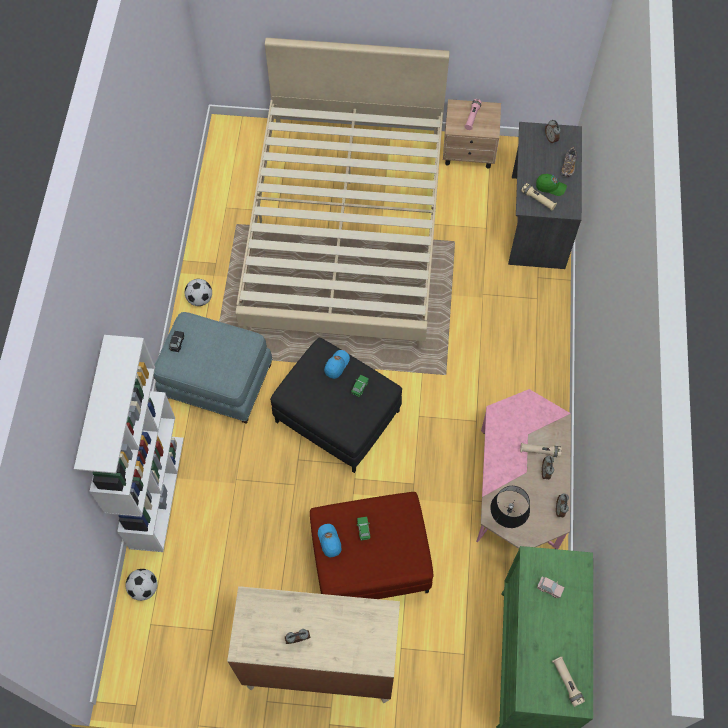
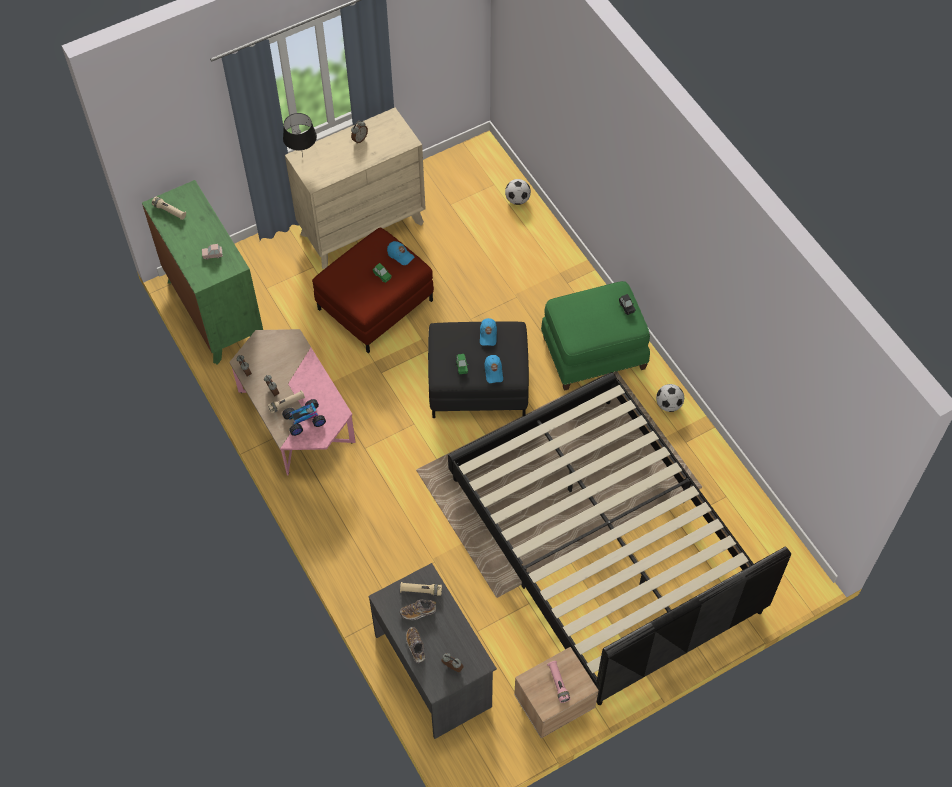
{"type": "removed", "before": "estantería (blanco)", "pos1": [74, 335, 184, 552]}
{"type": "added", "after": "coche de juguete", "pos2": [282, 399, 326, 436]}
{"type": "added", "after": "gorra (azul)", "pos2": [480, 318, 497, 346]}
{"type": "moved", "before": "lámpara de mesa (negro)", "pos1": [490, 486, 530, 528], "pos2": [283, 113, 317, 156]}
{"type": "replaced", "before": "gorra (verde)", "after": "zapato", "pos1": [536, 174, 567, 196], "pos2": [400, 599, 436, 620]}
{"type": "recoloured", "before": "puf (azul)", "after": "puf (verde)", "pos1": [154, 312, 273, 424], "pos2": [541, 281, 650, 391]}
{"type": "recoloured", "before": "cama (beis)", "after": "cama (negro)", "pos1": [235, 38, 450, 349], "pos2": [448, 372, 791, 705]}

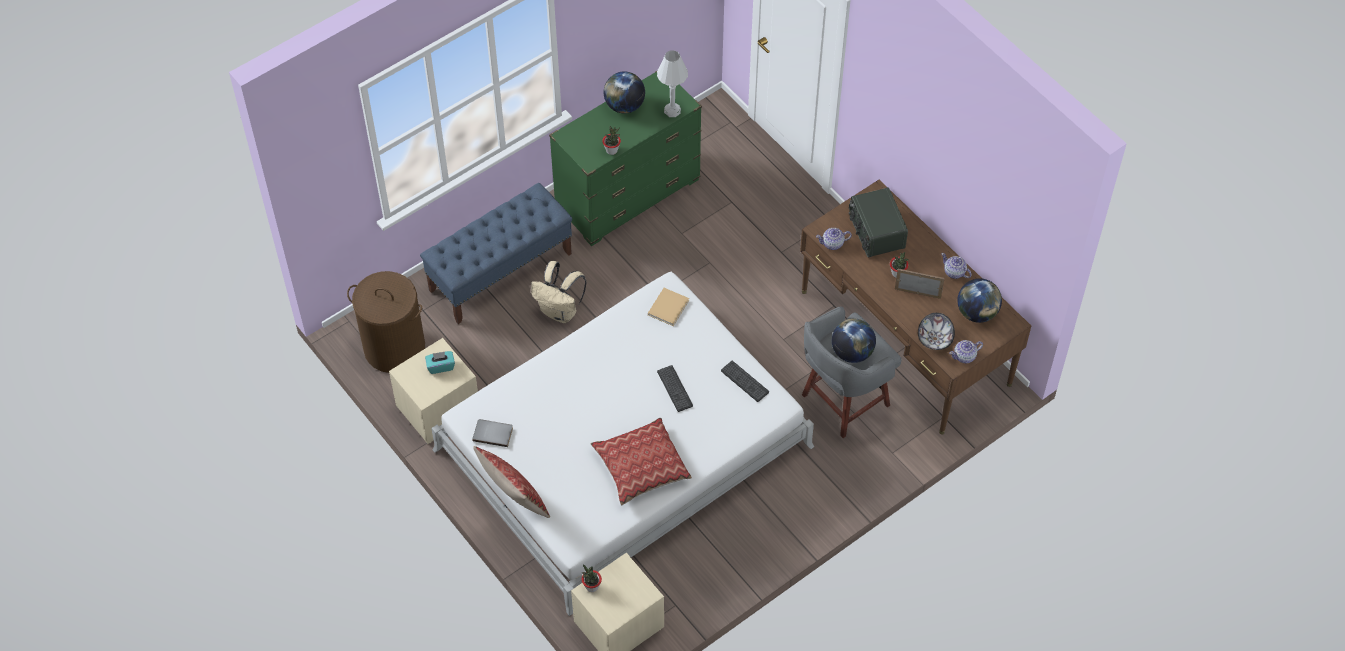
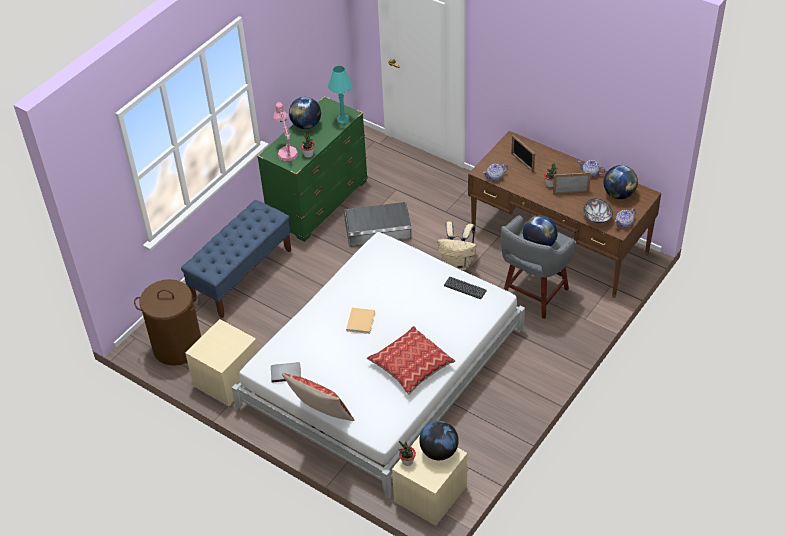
{"type": "removed", "before": "caja de pañuelos (turquesa)", "pos1": [425, 351, 455, 374]}
{"type": "removed", "before": "teclado", "pos1": [657, 365, 693, 412]}
{"type": "added", "after": "lámpara de mesa (rosa)", "pos2": [273, 102, 298, 161]}
{"type": "added", "after": "caja de almacenaje (gris)", "pos2": [344, 202, 412, 247]}
{"type": "added", "after": "globo terráqueo", "pos2": [419, 421, 459, 460]}
{"type": "moved", "before": "mochila (beis)", "pos1": [531, 261, 587, 323], "pos2": [438, 221, 476, 270]}
{"type": "moved", "before": "libro (beis)", "pos1": [648, 288, 689, 326], "pos2": [346, 308, 375, 334]}
{"type": "replaced", "before": "radio", "after": "portarretratos", "pos1": [849, 187, 908, 257], "pos2": [511, 134, 535, 172]}
{"type": "recoloured", "before": "lámpara de mesa (blanco)", "after": "lámpara de mesa (turquesa)", "pos1": [657, 50, 688, 117], "pos2": [328, 66, 352, 125]}

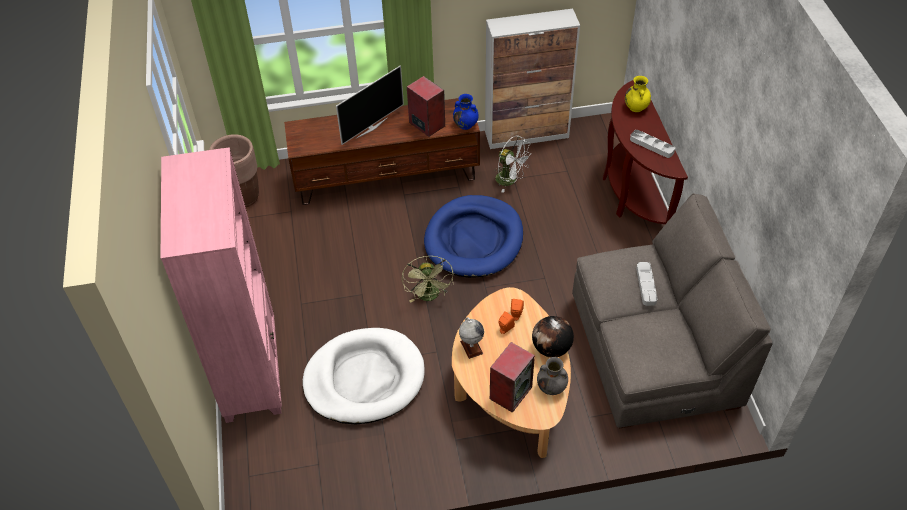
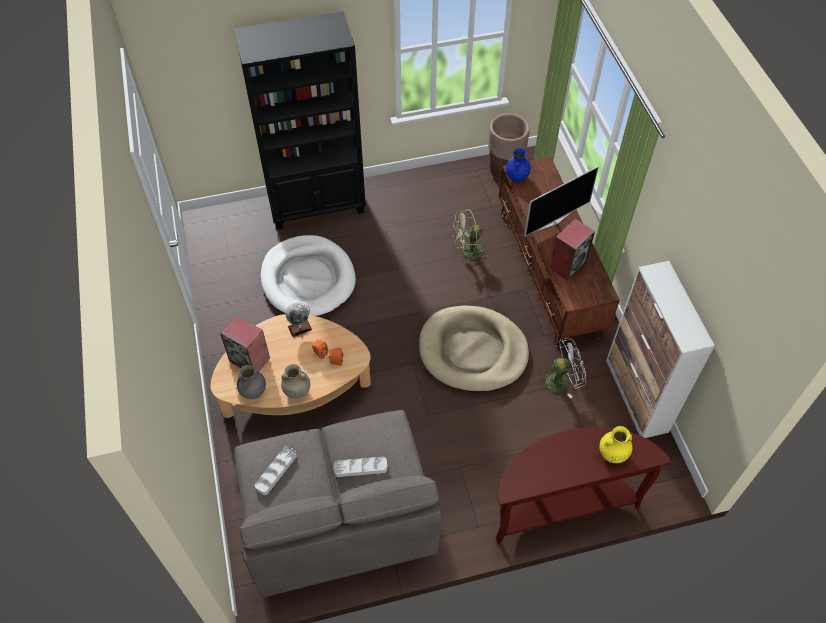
{"type": "moved", "before": "ventilador (verde)", "pos1": [402, 256, 453, 303], "pos2": [453, 209, 490, 265]}
{"type": "moved", "before": "florero (azul)", "pos1": [453, 94, 479, 130], "pos2": [506, 148, 531, 182]}
{"type": "moved", "before": "bandeja (gris)", "pos1": [630, 130, 675, 158], "pos2": [255, 446, 297, 495]}
{"type": "replaced", "before": "globo terráqueo", "after": "florero (beis)", "pos1": [532, 316, 574, 358], "pos2": [281, 364, 310, 399]}
{"type": "recoloured", "before": "estantería (rosa)", "after": "estantería (negro)", "pos1": [161, 147, 282, 423], "pos2": [234, 11, 366, 229]}
{"type": "recoloured", "before": "cama para perro (azul)", "after": "cama para perro (beis)", "pos1": [424, 195, 523, 278], "pos2": [419, 305, 529, 392]}
{"type": "turned", "before": "televisor", "pos1": [336, 65, 404, 145], "pos2": [524, 166, 599, 237], "turn": -75}
{"type": "turned", "before": "ventilador (blanco)", "pos1": [495, 135, 532, 193], "pos2": [538, 338, 586, 399], "turn": -135}

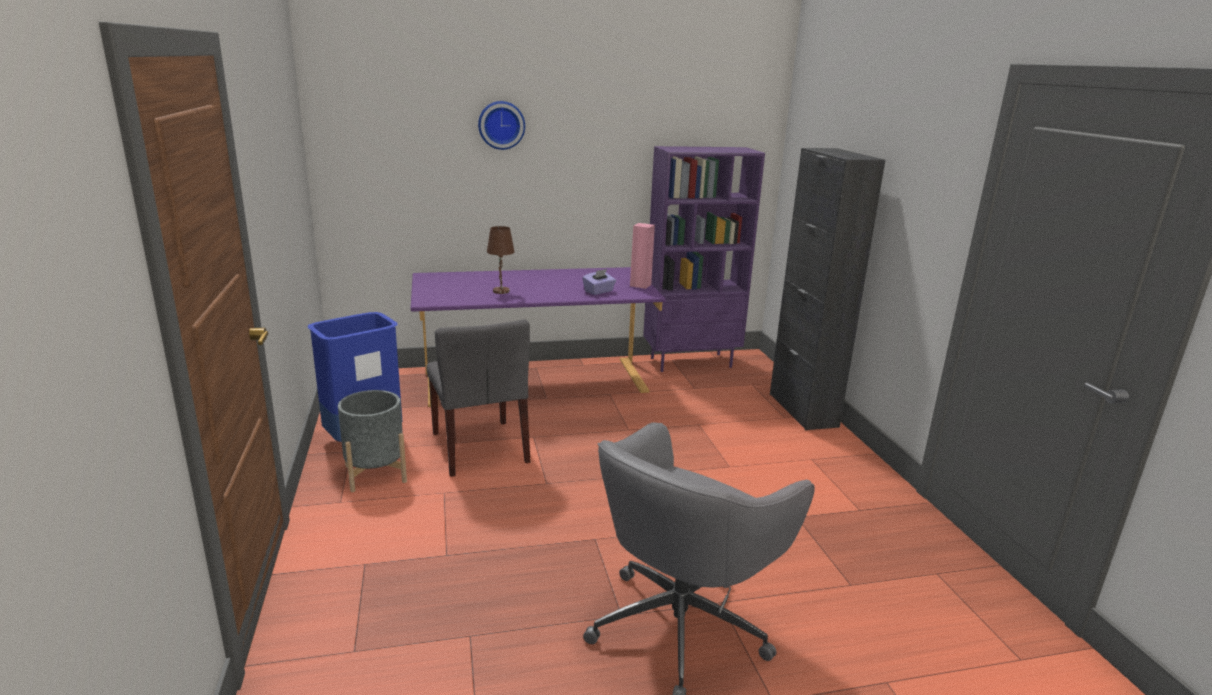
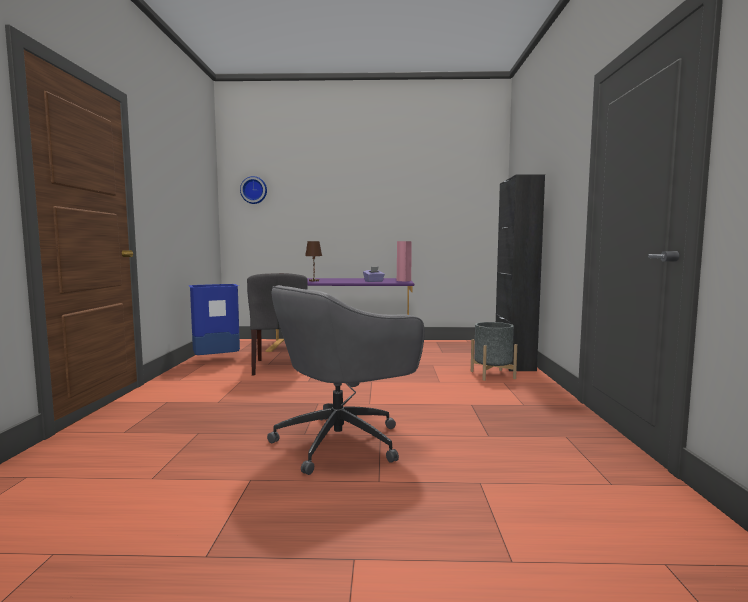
{"type": "removed", "before": "estantería (morado)", "pos1": [643, 146, 765, 372]}
{"type": "moved", "before": "maceta (gris)", "pos1": [338, 390, 407, 492], "pos2": [471, 322, 517, 381]}
{"type": "moved", "before": "reloj de pared", "pos1": [478, 101, 525, 150], "pos2": [240, 176, 267, 204]}

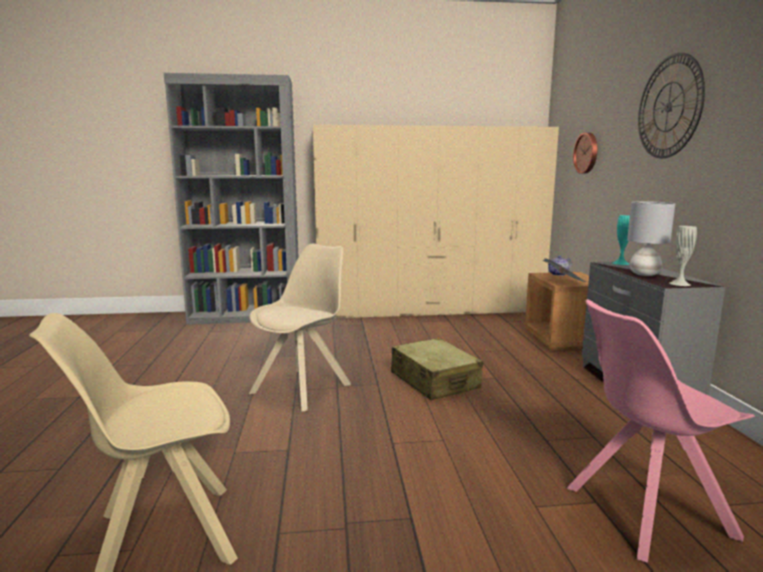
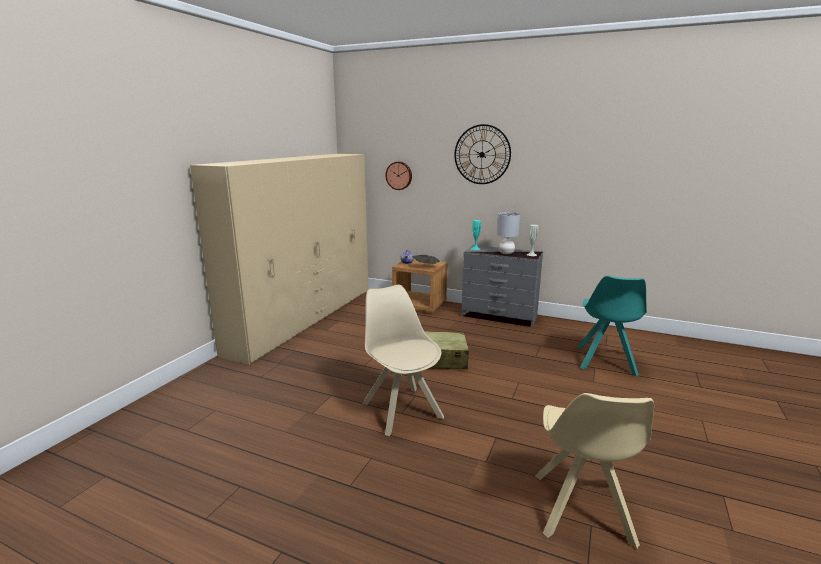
{"type": "removed", "before": "estantería (gris)", "pos1": [164, 73, 298, 325]}
{"type": "recoloured", "before": "silla (rosa)", "after": "silla (turquesa)", "pos1": [566, 299, 755, 563], "pos2": [578, 276, 647, 376]}

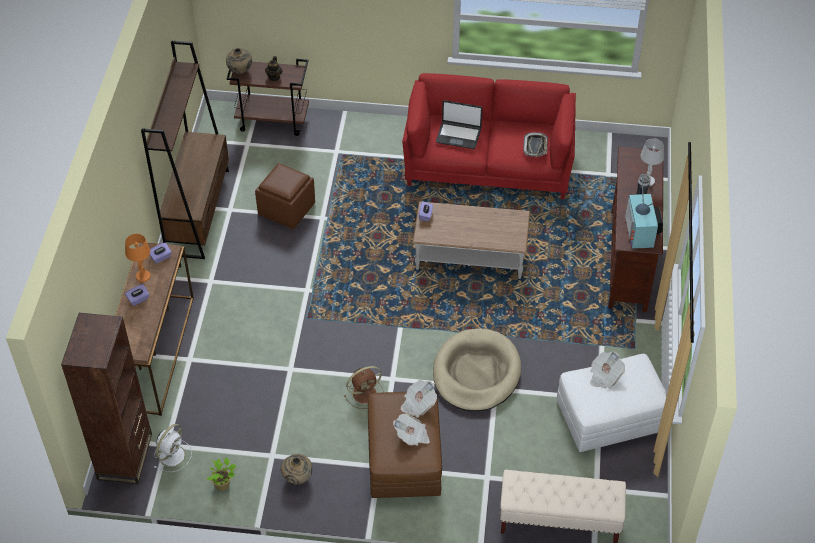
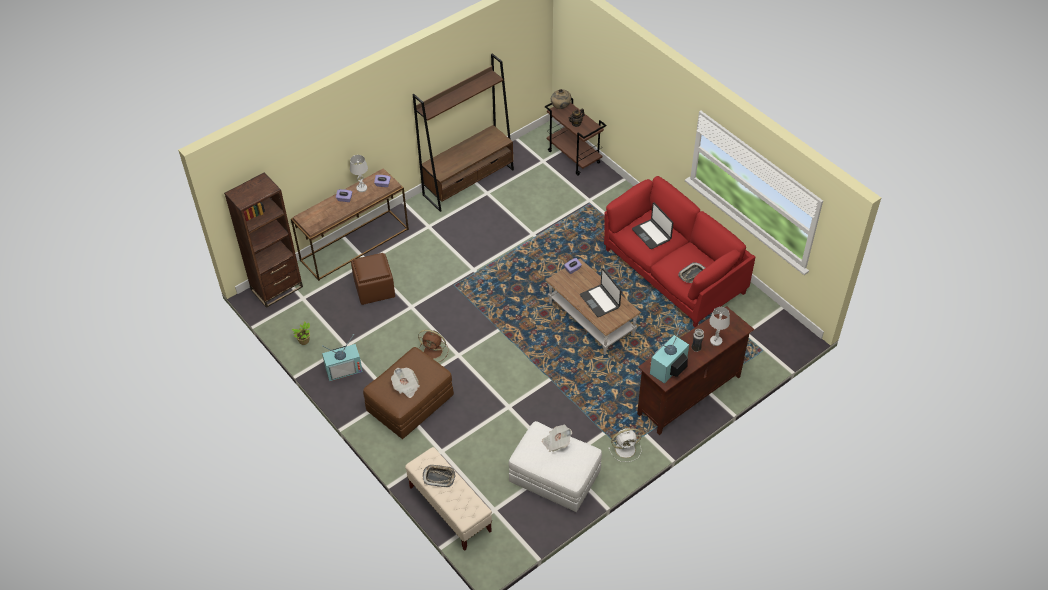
{"type": "removed", "before": "periódico", "pos1": [401, 380, 437, 418]}
{"type": "removed", "before": "cama para perro (beis)", "pos1": [433, 329, 521, 412]}
{"type": "added", "after": "bandeja", "pos2": [423, 465, 455, 487]}
{"type": "added", "after": "portátil", "pos2": [580, 268, 621, 317]}
{"type": "moved", "before": "ventilador (blanco)", "pos1": [154, 424, 192, 472], "pos2": [608, 428, 642, 462]}
{"type": "moved", "before": "puf (marrón)", "pos1": [255, 163, 315, 229], "pos2": [351, 253, 395, 305]}
{"type": "replaced", "before": "florero (beis)", "after": "televisor", "pos1": [281, 454, 312, 485], "pos2": [322, 334, 363, 382]}
{"type": "recoloured", "before": "lámpara de mesa (naranja)", "after": "lámpara de mesa (blanco)", "pos1": [125, 234, 151, 282], "pos2": [350, 155, 368, 192]}

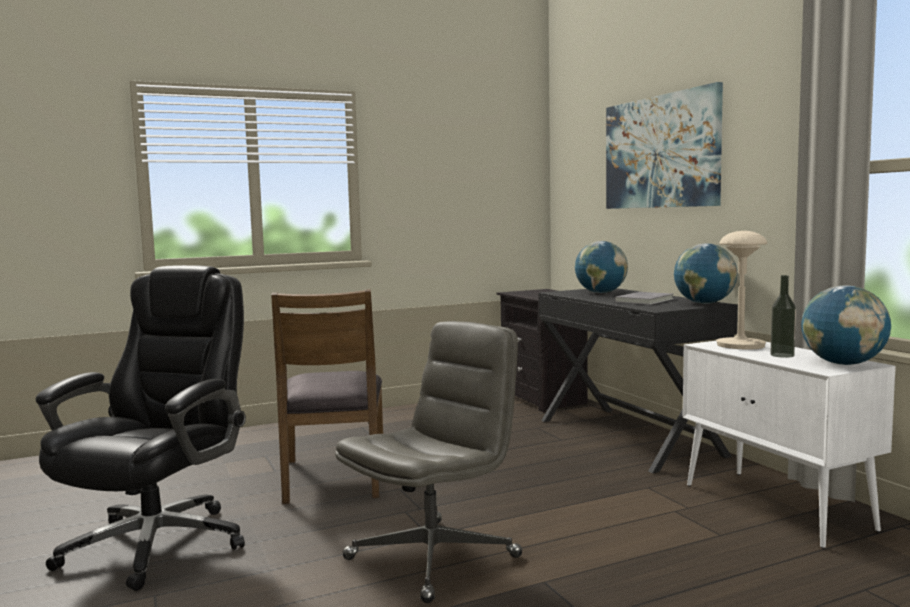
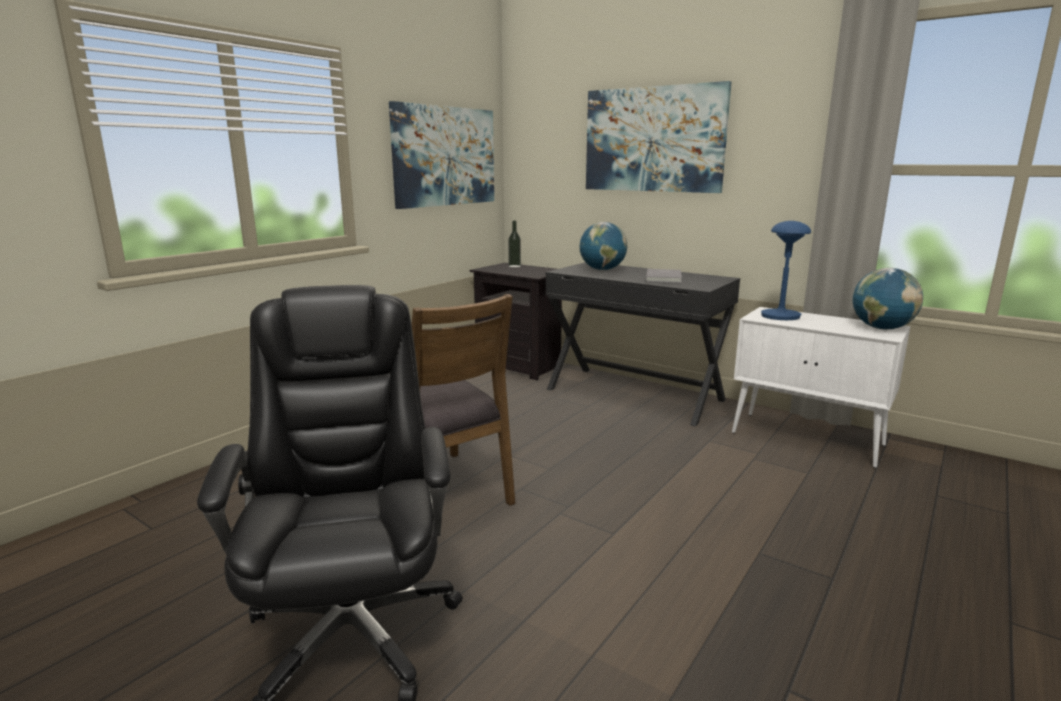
{"type": "removed", "before": "silla de oficina (gris)", "pos1": [335, 321, 523, 603]}
{"type": "removed", "before": "globo terráqueo", "pos1": [674, 243, 737, 304]}
{"type": "added", "after": "cuadro", "pos2": [389, 101, 494, 209]}
{"type": "moved", "before": "botella", "pos1": [770, 275, 796, 358], "pos2": [508, 221, 521, 267]}
{"type": "recoloured", "before": "lámpara de mesa (beis)", "after": "lámpara de mesa (azul)", "pos1": [716, 231, 767, 349], "pos2": [761, 221, 811, 320]}

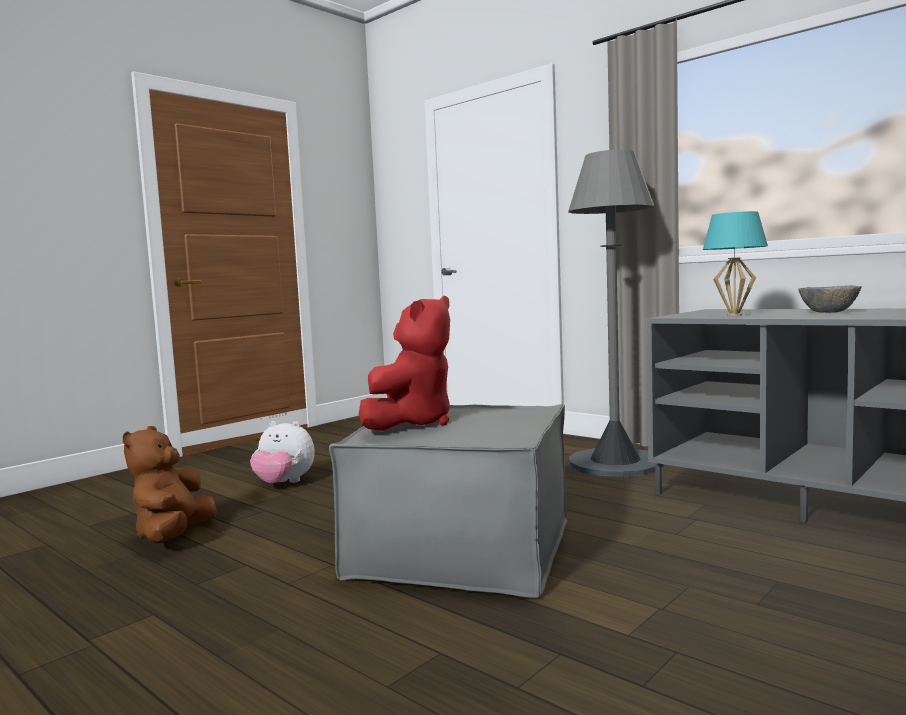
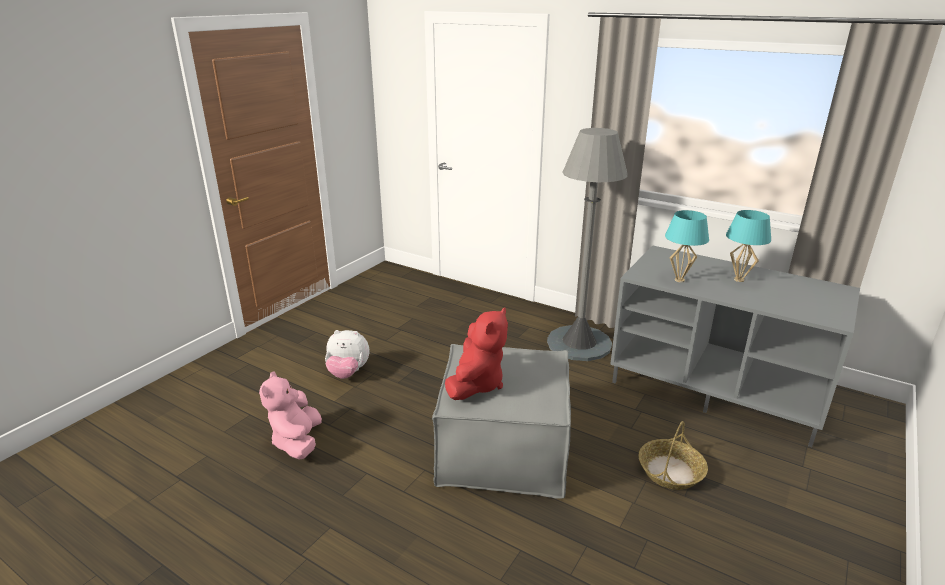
{"type": "added", "after": "cesta", "pos2": [638, 421, 708, 490]}
{"type": "replaced", "before": "cuenco (gris)", "after": "lámpara de mesa (turquesa)", "pos1": [798, 285, 862, 313], "pos2": [726, 210, 771, 282]}
{"type": "recoloured", "before": "peluche (marrón)", "after": "peluche (rosa)", "pos1": [123, 426, 217, 542], "pos2": [259, 371, 322, 460]}

